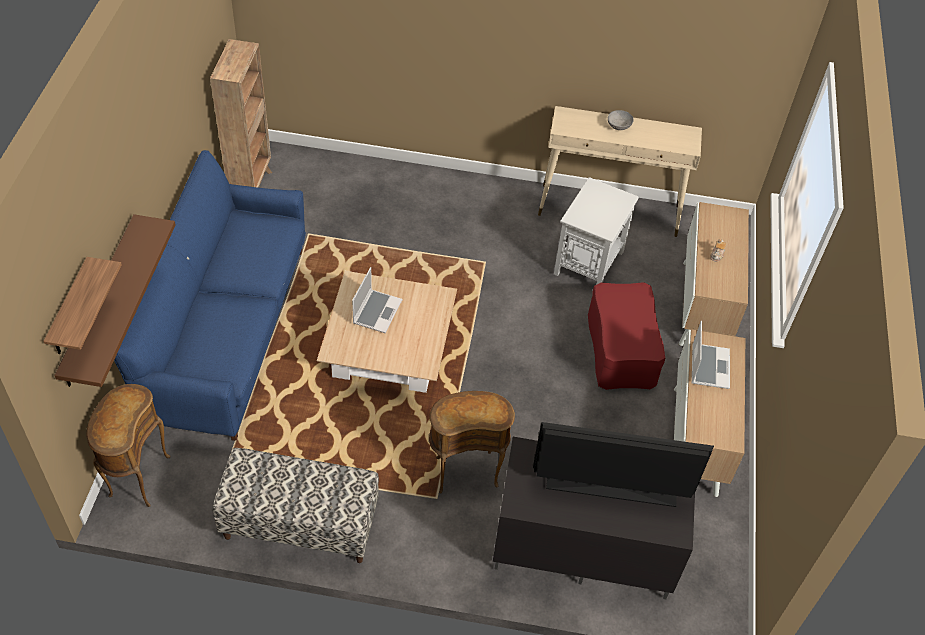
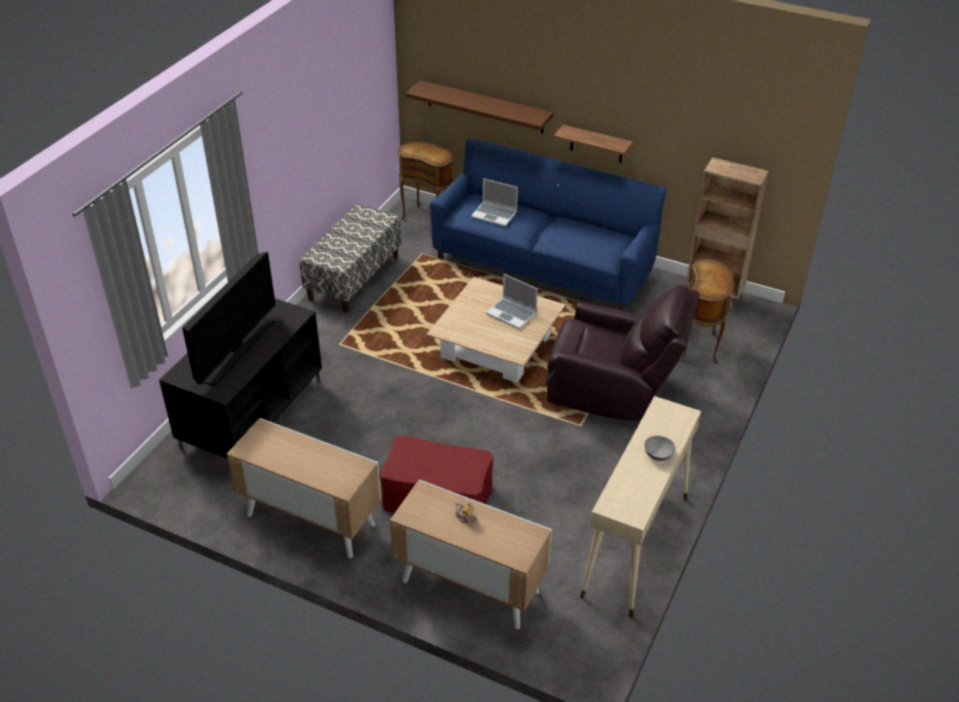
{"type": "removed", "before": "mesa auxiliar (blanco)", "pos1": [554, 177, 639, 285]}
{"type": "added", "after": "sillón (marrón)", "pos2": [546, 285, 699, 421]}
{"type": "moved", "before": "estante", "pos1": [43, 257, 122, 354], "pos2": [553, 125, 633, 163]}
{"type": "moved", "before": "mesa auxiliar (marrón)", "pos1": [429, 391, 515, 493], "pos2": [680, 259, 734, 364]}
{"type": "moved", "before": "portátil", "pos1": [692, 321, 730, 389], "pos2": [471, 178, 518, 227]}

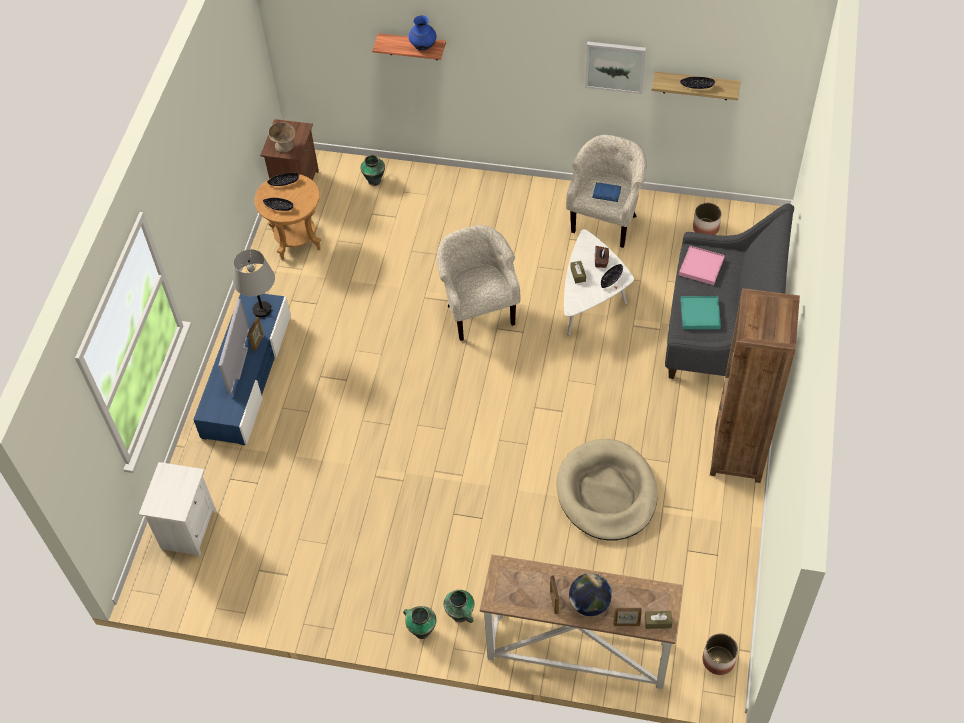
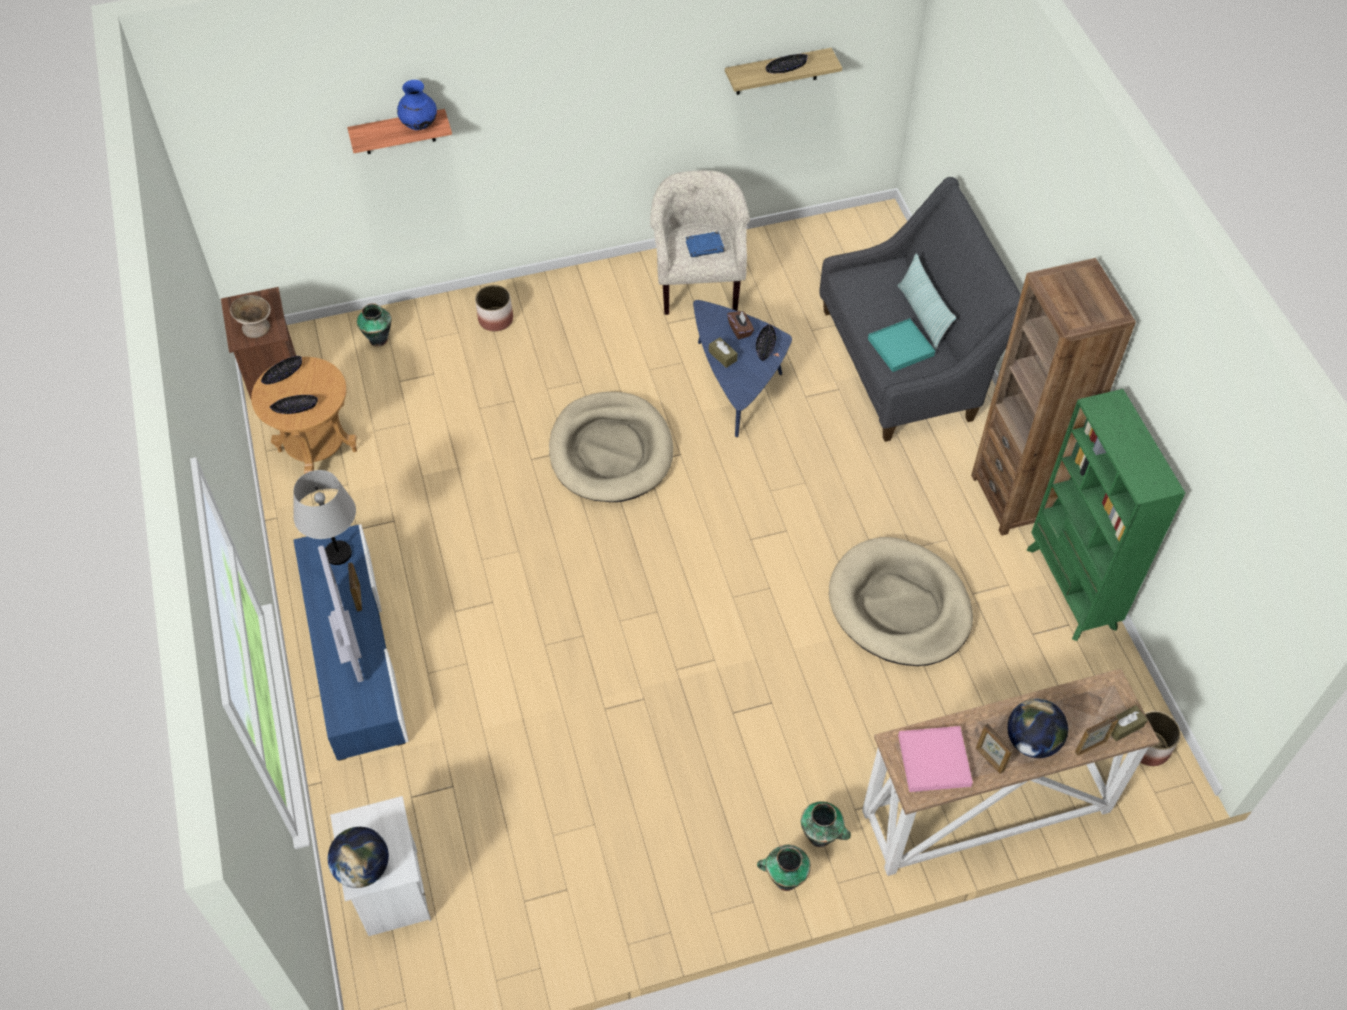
{"type": "removed", "before": "cuadro", "pos1": [585, 41, 646, 94]}
{"type": "added", "after": "globo terráqueo", "pos2": [328, 827, 389, 888]}
{"type": "added", "after": "cojín", "pos2": [898, 254, 956, 350]}
{"type": "added", "after": "estantería (verde)", "pos2": [1027, 389, 1185, 641]}
{"type": "moved", "before": "bandeja (rosa)", "pos1": [679, 246, 725, 285], "pos2": [898, 726, 973, 792]}
{"type": "moved", "before": "maceta", "pos1": [693, 203, 722, 235], "pos2": [475, 285, 513, 331]}
{"type": "replaced", "before": "sillón (beis)", "after": "cama para perro (beis)", "pos1": [437, 225, 521, 341], "pos2": [549, 392, 673, 502]}
{"type": "recoloured", "before": "mesa de centro (blanco)", "after": "mesa de centro (azul)", "pos1": [564, 229, 634, 335], "pos2": [693, 300, 792, 437]}

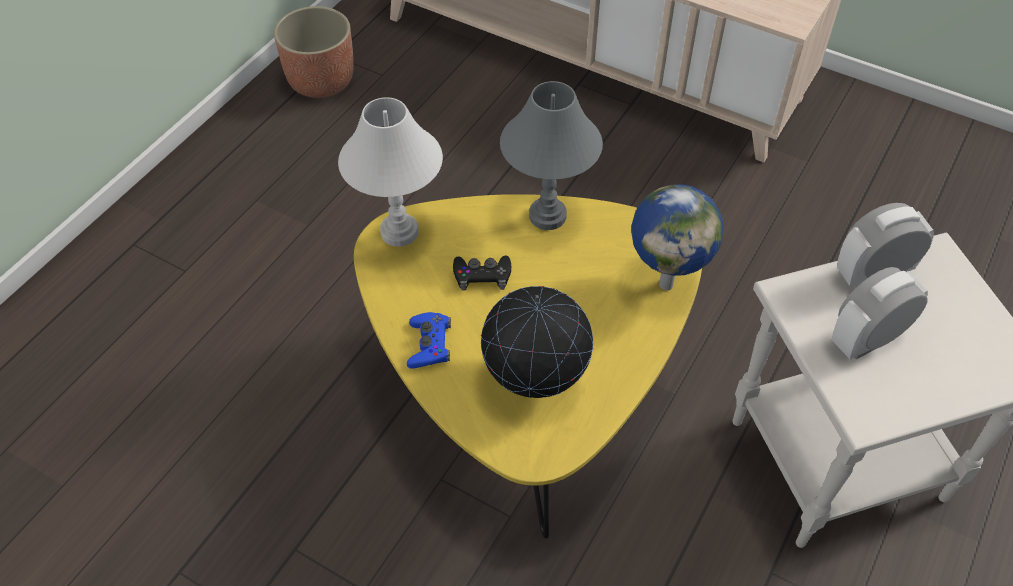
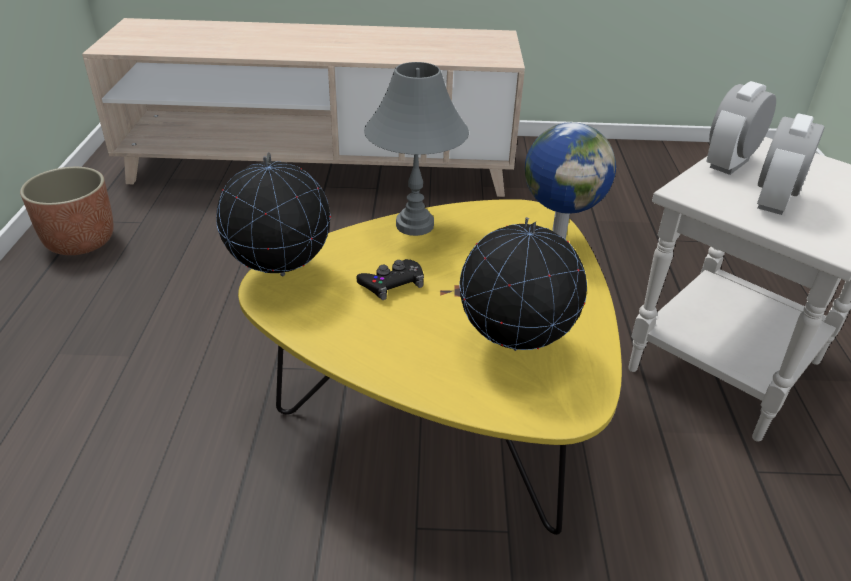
{"type": "removed", "before": "mando de consola (azul)", "pos1": [407, 312, 451, 369]}
{"type": "replaced", "before": "lámpara de mesa (blanco)", "after": "globo terráqueo", "pos1": [338, 97, 443, 247], "pos2": [216, 153, 331, 277]}

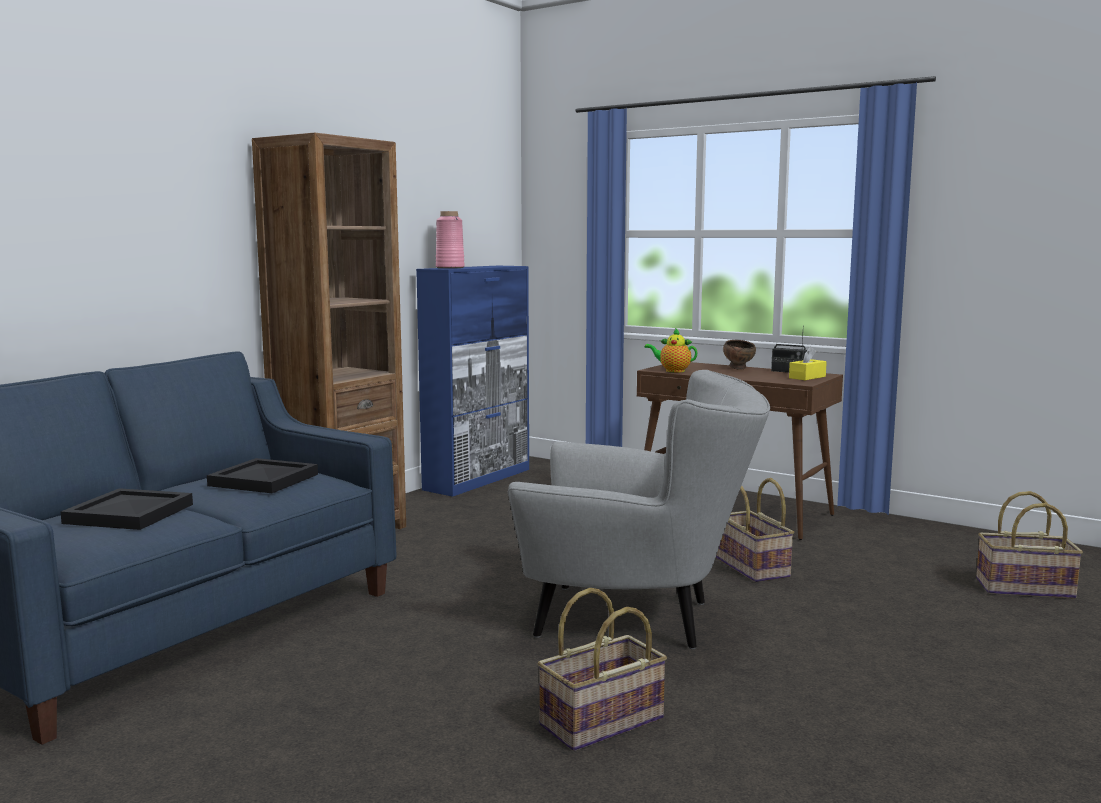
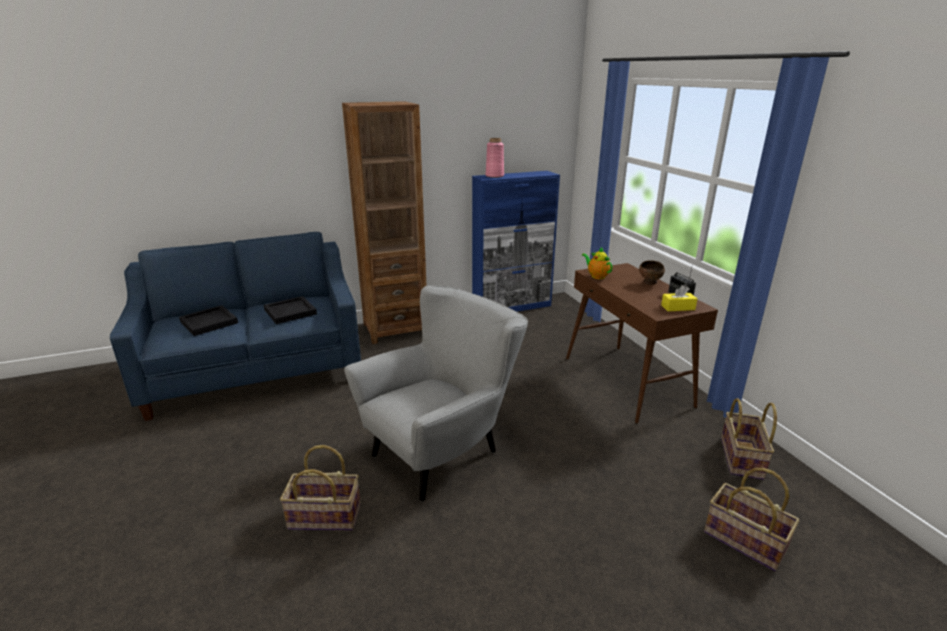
{"type": "moved", "before": "cesta", "pos1": [716, 478, 794, 582], "pos2": [721, 398, 777, 480]}
{"type": "turned", "before": "sillón (gris)", "pos1": [508, 370, 770, 649], "pos2": [344, 285, 528, 502], "turn": -90}

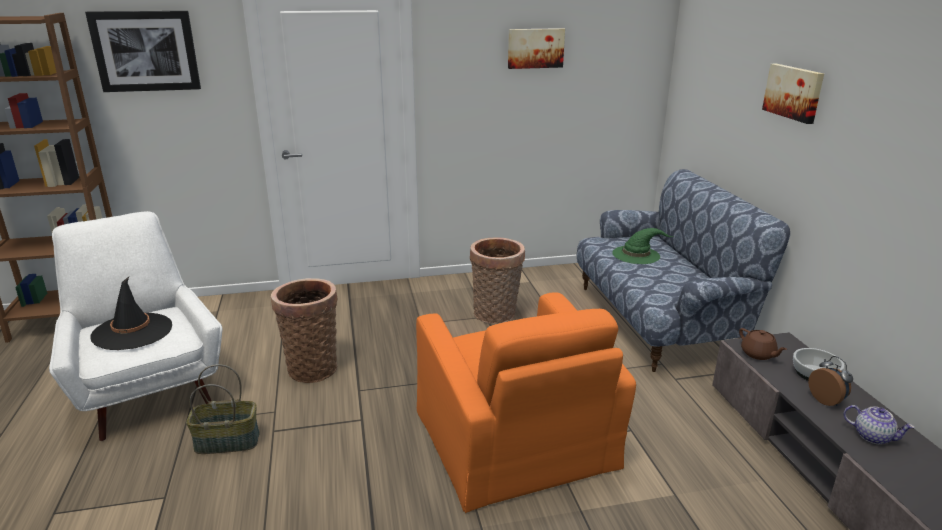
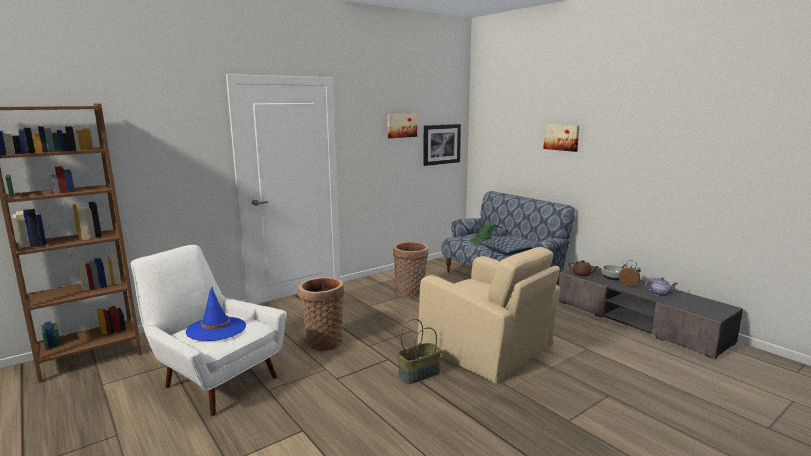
{"type": "added", "after": "cojín", "pos2": [480, 235, 536, 255]}
{"type": "moved", "before": "cuadro", "pos1": [85, 11, 201, 92], "pos2": [423, 124, 461, 166]}
{"type": "moved", "before": "cesta", "pos1": [186, 364, 260, 454], "pos2": [397, 319, 441, 384]}
{"type": "recoloured", "before": "sombrero (negro)", "after": "sombrero (azul)", "pos1": [90, 277, 172, 350], "pos2": [186, 286, 246, 341]}
{"type": "recoloured", "before": "sillón (naranja)", "after": "sillón (beis)", "pos1": [416, 292, 636, 513], "pos2": [417, 247, 560, 384]}

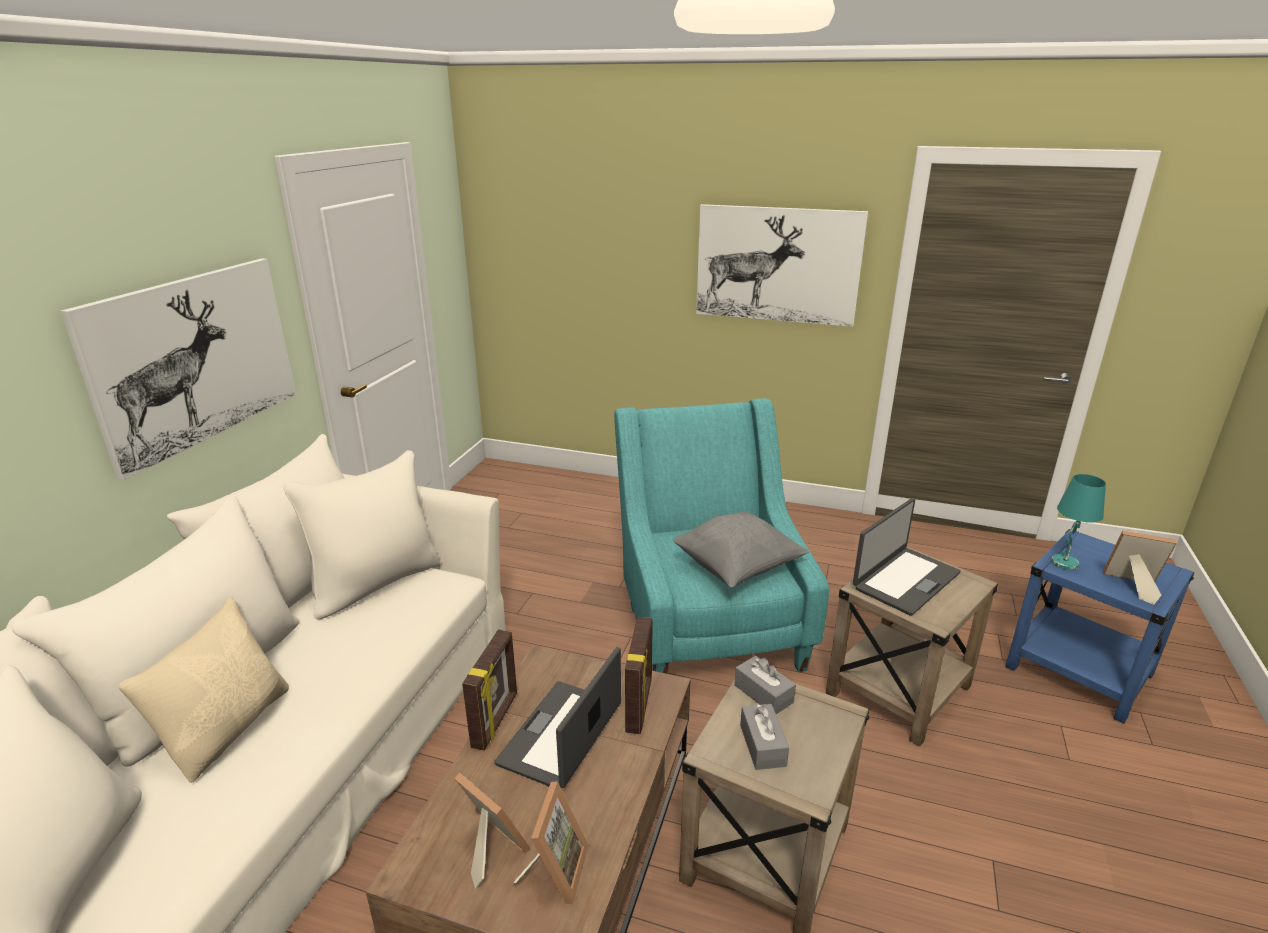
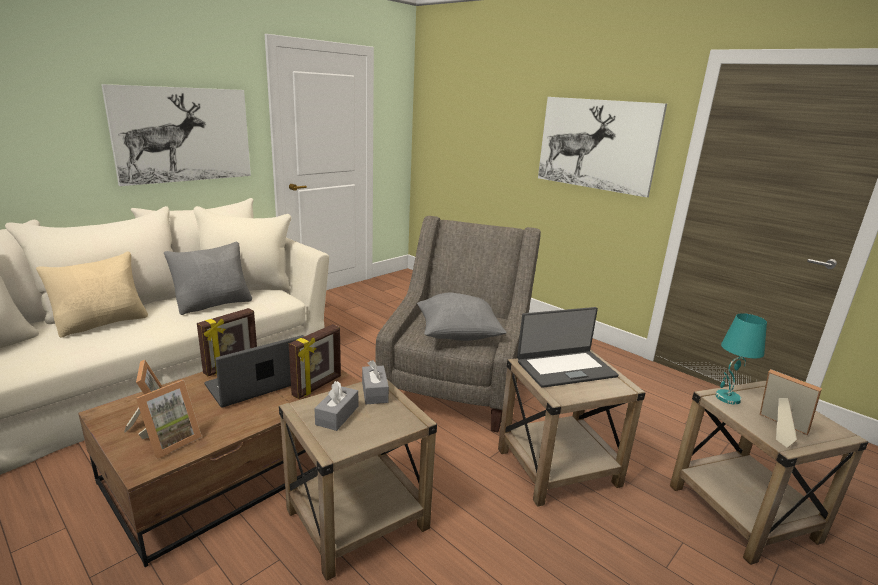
{"type": "added", "after": "cojín (gris)", "pos2": [164, 242, 252, 315]}
{"type": "recoloured", "before": "sillón (turquesa)", "after": "sillón (gris)", "pos1": [614, 398, 829, 674], "pos2": [375, 216, 541, 432]}
{"type": "recoloured", "before": "mesa auxiliar (azul)", "after": "mesa auxiliar (beis)", "pos1": [1006, 529, 1194, 723], "pos2": [670, 381, 868, 565]}

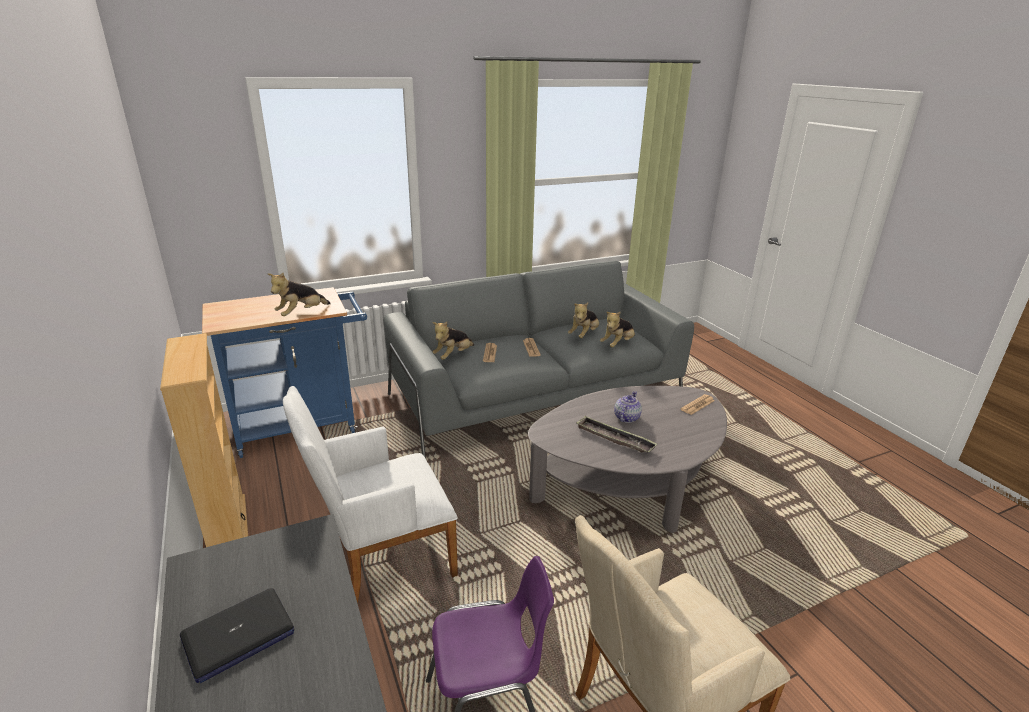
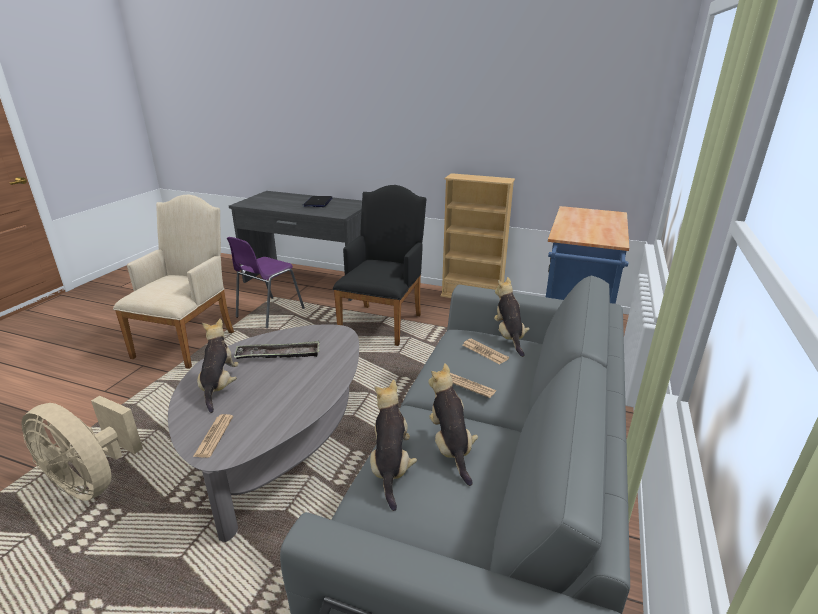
{"type": "removed", "before": "tetera", "pos1": [614, 391, 642, 423]}
{"type": "added", "after": "ventilador (beis)", "pos2": [21, 396, 143, 501]}
{"type": "moved", "before": "peluche", "pos1": [268, 273, 331, 316], "pos2": [197, 319, 239, 413]}
{"type": "recoloured", "before": "sillón (blanco)", "after": "sillón (negro)", "pos1": [283, 386, 458, 603], "pos2": [333, 185, 426, 346]}

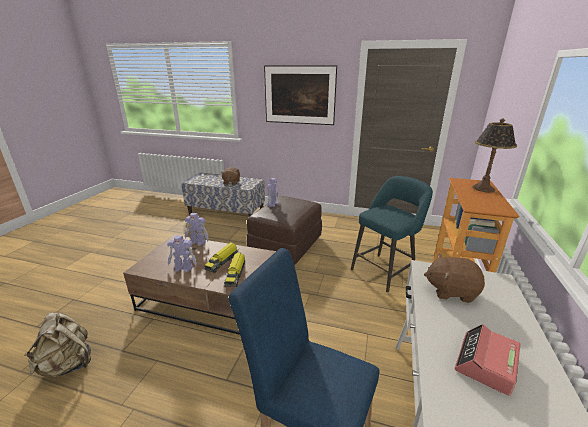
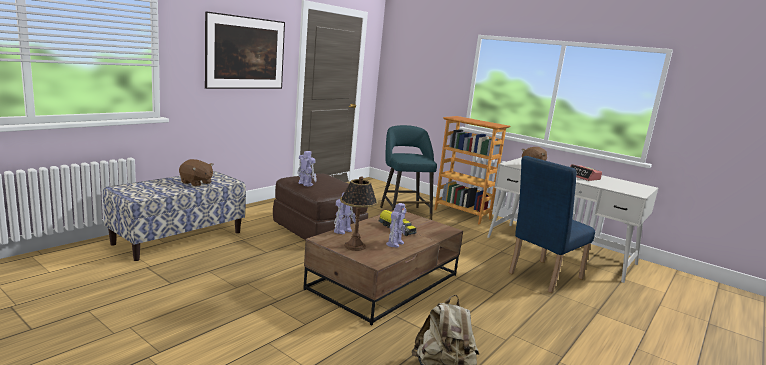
{"type": "removed", "before": "camión de juguete", "pos1": [224, 252, 245, 287]}
{"type": "moved", "before": "lámpara de mesa", "pos1": [472, 118, 517, 192], "pos2": [340, 176, 378, 251]}

